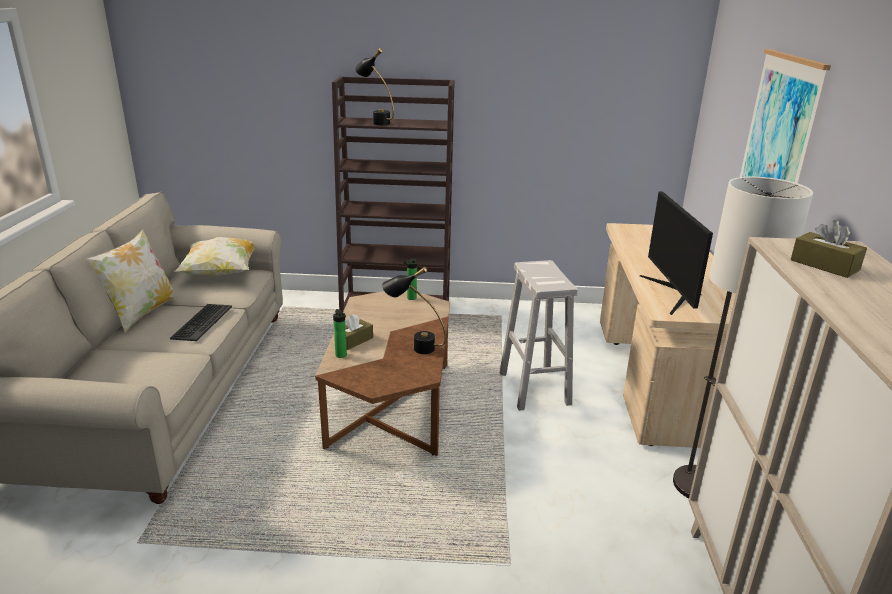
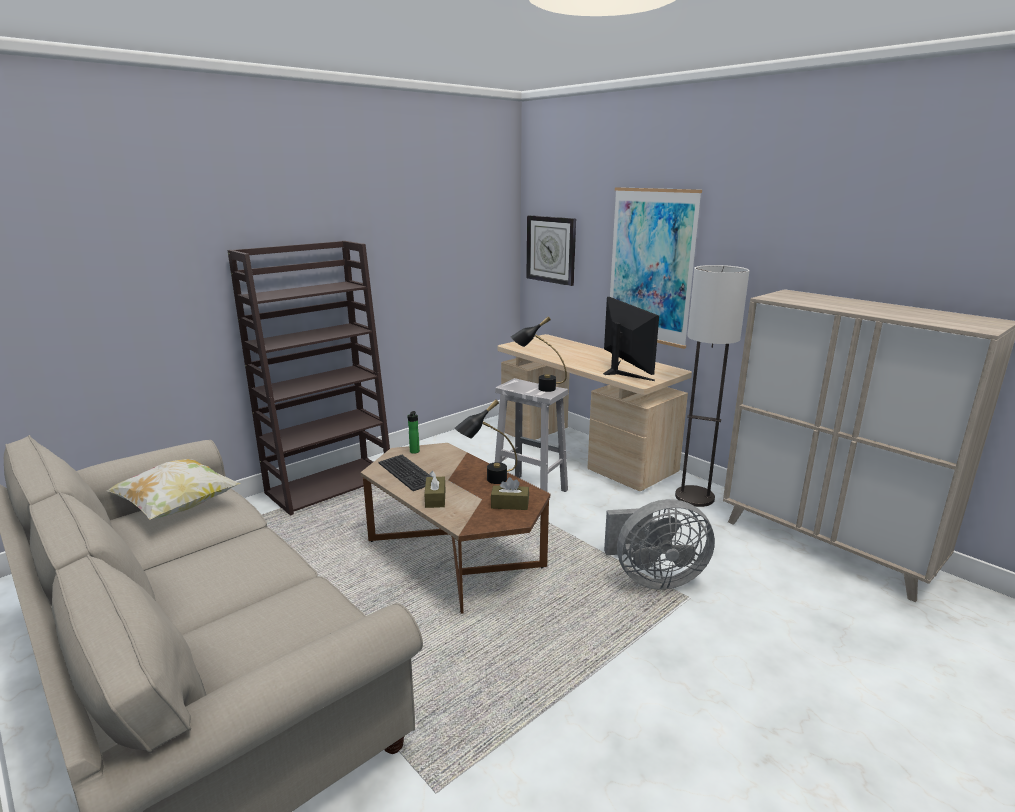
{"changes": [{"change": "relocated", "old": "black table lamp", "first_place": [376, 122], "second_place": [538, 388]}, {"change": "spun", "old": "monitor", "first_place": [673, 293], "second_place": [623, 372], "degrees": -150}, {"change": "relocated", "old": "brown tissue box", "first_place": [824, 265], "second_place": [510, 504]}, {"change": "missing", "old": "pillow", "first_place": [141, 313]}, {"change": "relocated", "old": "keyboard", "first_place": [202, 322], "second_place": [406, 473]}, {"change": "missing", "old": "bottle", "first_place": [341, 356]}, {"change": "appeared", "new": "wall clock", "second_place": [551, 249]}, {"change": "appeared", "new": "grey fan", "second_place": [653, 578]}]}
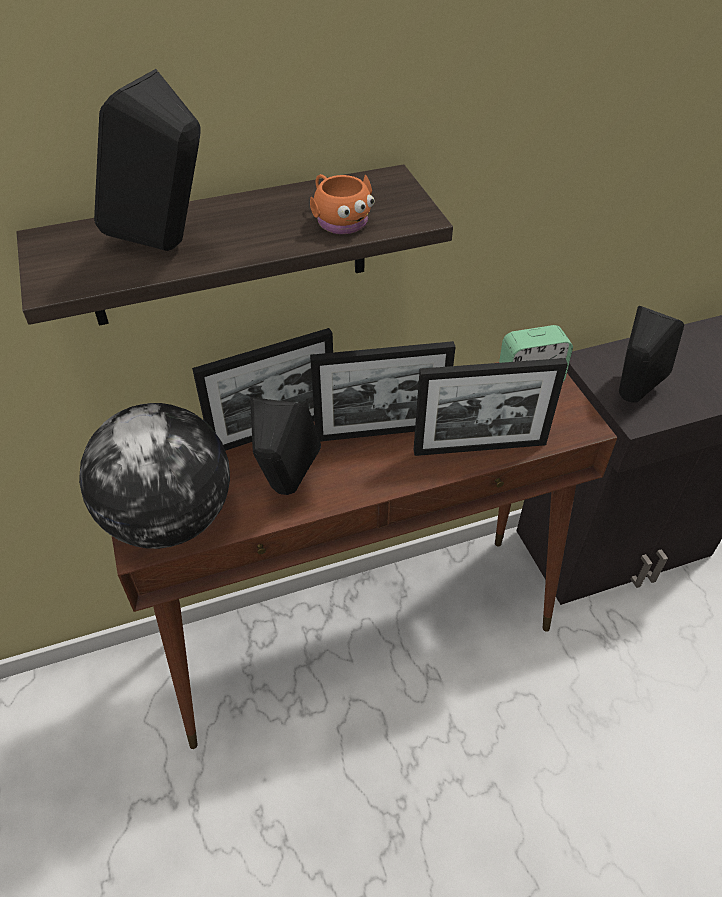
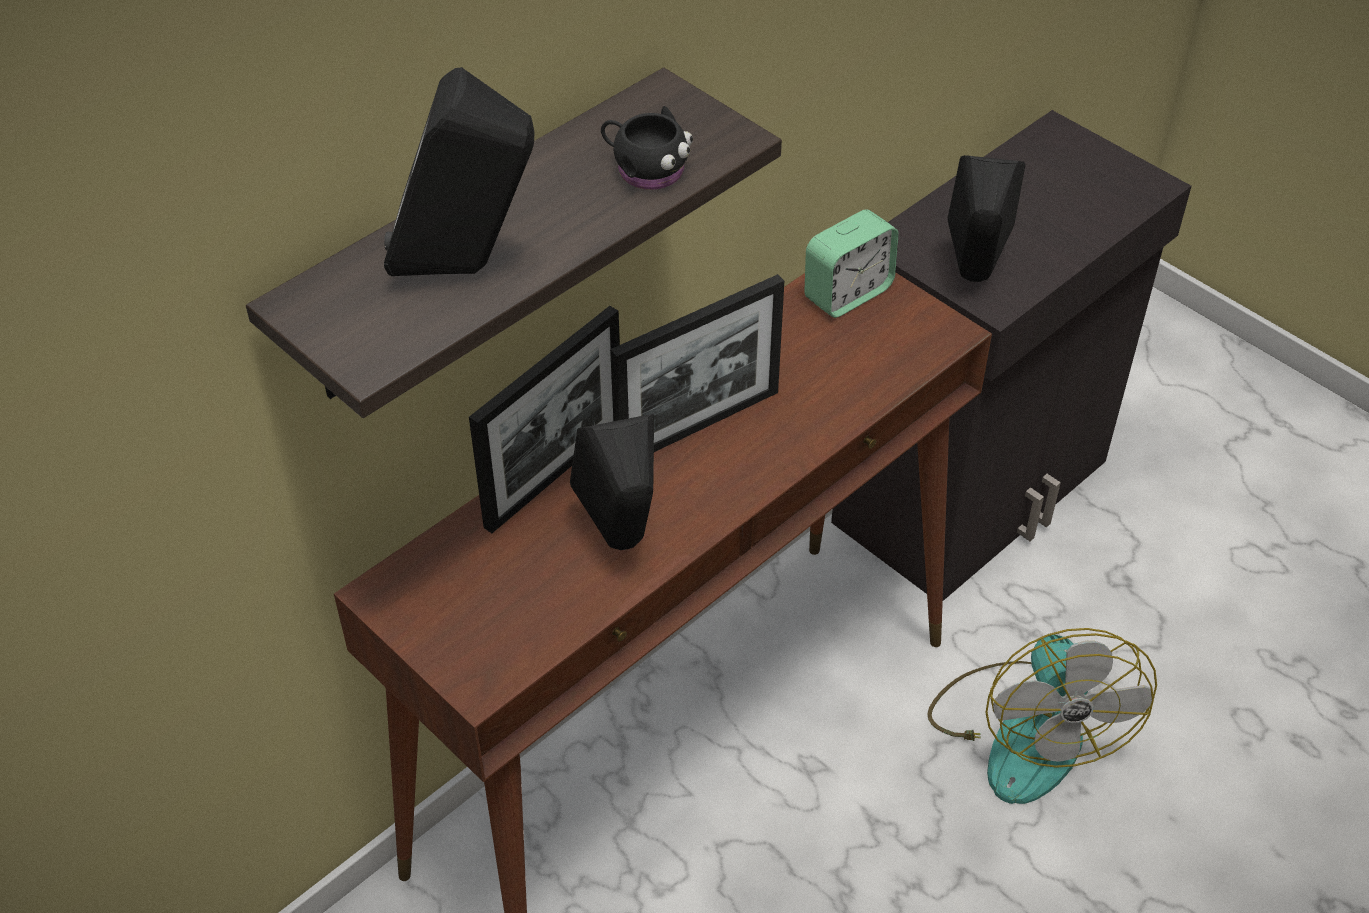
{"changes": [{"change": "colour", "old": "orange mug", "new": "black mug", "first_place": [339, 220], "second_place": [645, 169]}, {"change": "missing", "old": "picture frame", "first_place": [479, 447]}, {"change": "missing", "old": "globe", "first_place": [170, 520]}, {"change": "appeared", "new": "fan", "second_place": [1025, 731]}]}
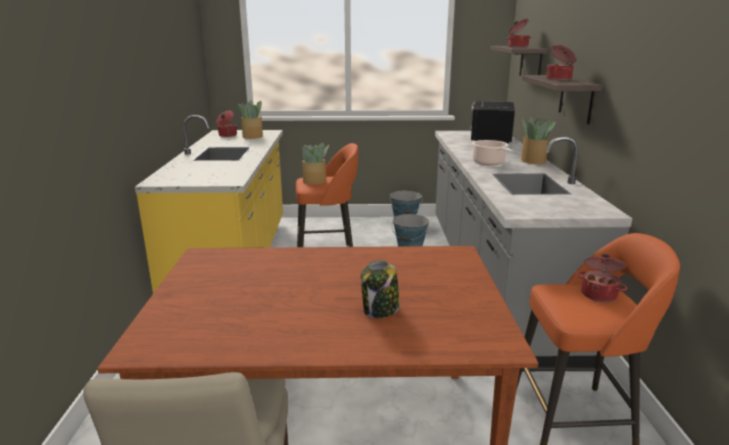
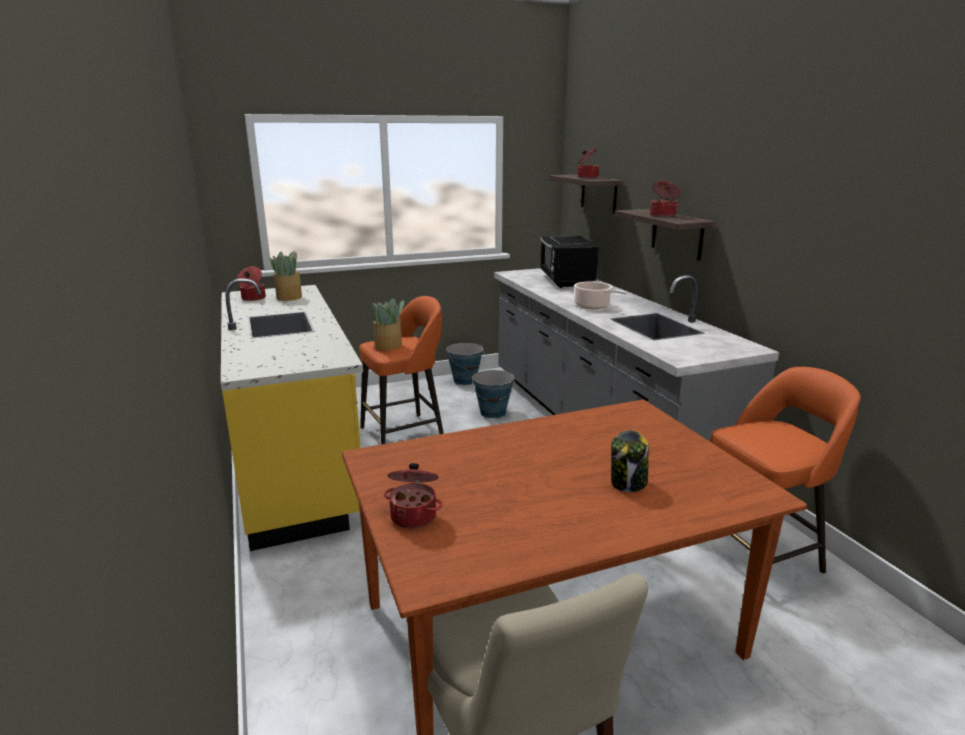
{"changes": [{"change": "missing", "old": "potted plant", "first_place": [533, 160]}, {"change": "relocated", "old": "cooking pot", "first_place": [599, 294], "second_place": [414, 516]}]}
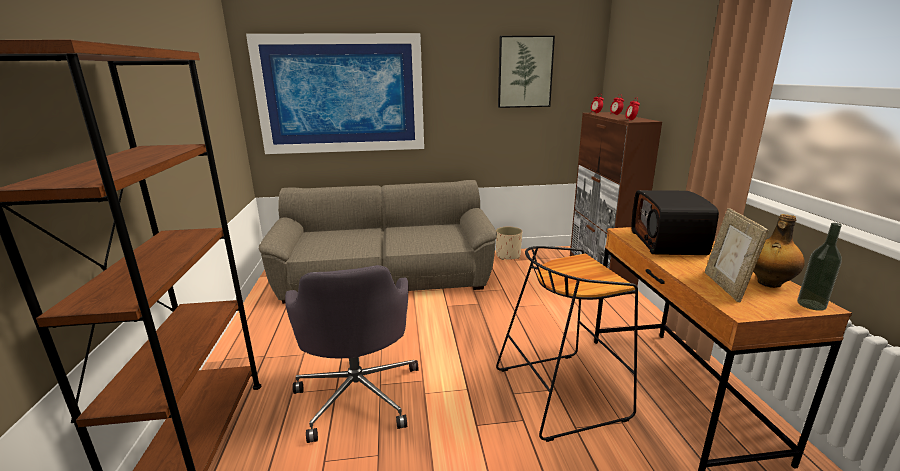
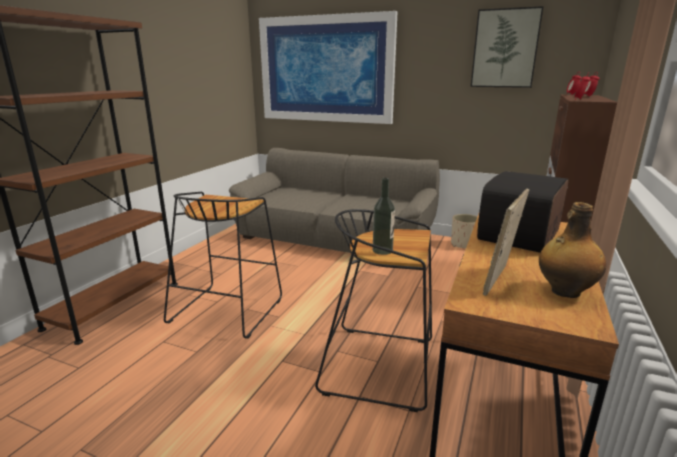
{"changes": [{"change": "relocated", "old": "bottle", "first_place": [811, 304], "second_place": [382, 250]}, {"change": "exchanged", "old": "grey office chair", "new": "black stool", "first_place": [358, 394], "second_place": [227, 309]}]}
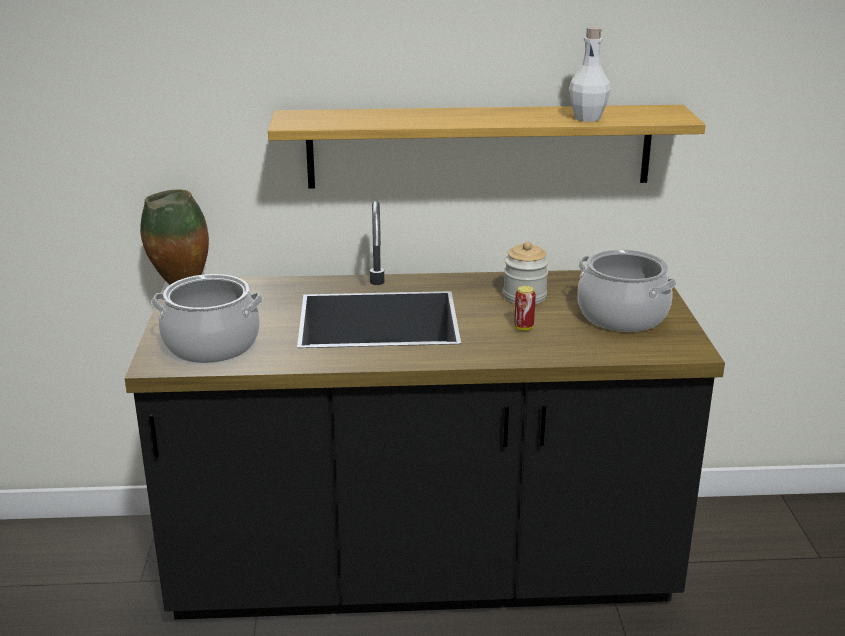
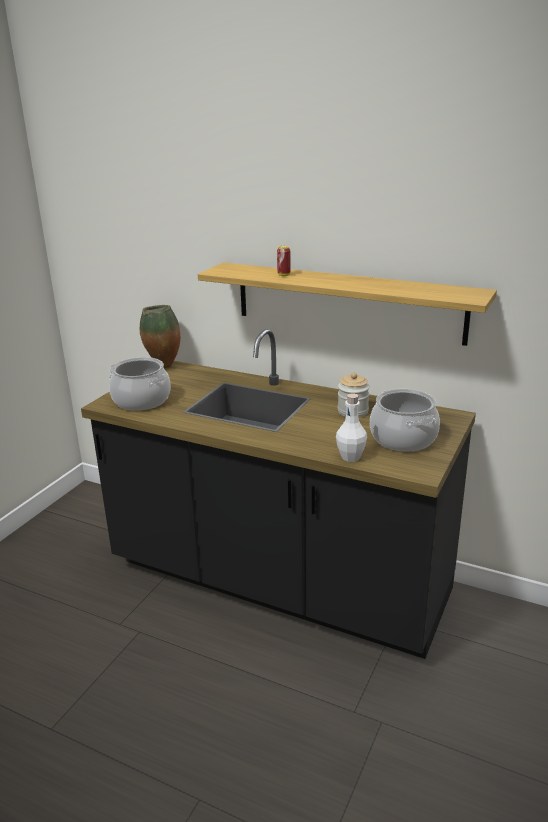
{"changes": [{"change": "relocated", "old": "white bottle", "first_place": [587, 118], "second_place": [350, 457]}, {"change": "relocated", "old": "can", "first_place": [523, 328], "second_place": [284, 275]}]}
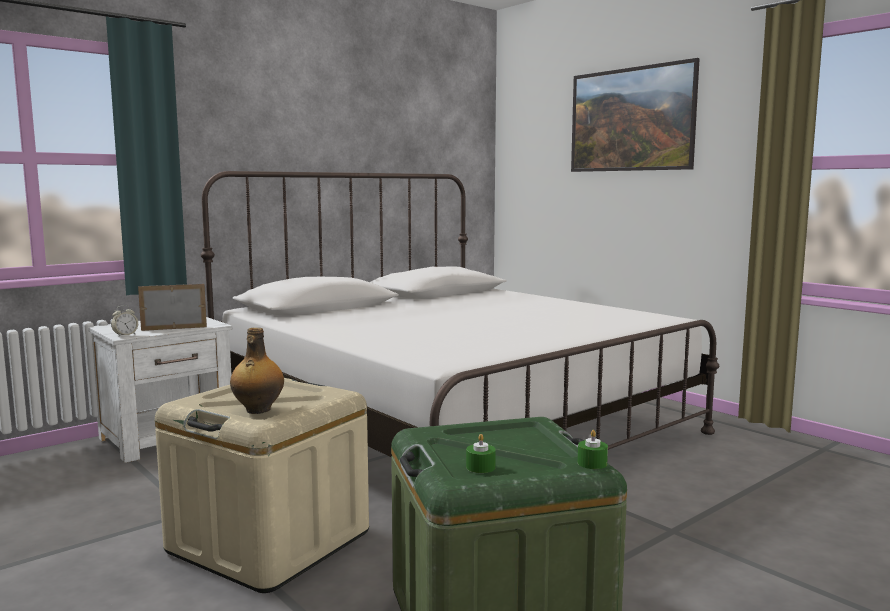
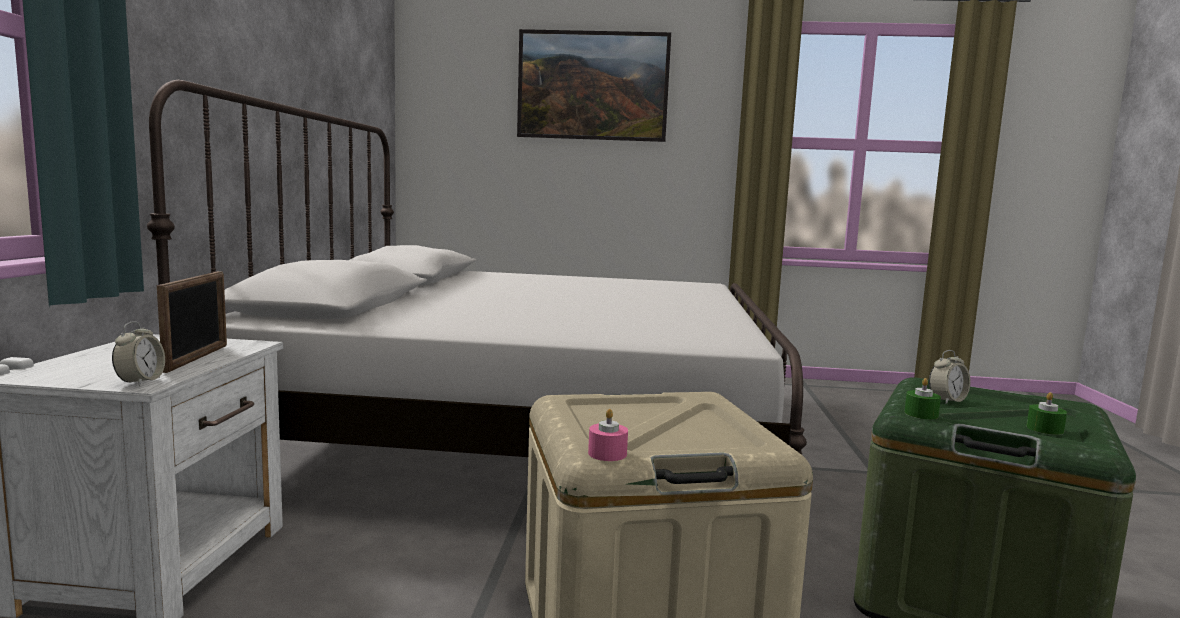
{"changes": [{"change": "spun", "old": "picture frame", "first_place": [174, 328], "second_place": [197, 358], "degrees": 150}, {"change": "missing", "old": "bottle", "first_place": [257, 410]}, {"change": "relocated", "old": "green candle", "first_place": [592, 463], "second_place": [921, 414]}, {"change": "appeared", "new": "alarm clock", "second_place": [947, 401]}, {"change": "appeared", "new": "pink candle", "second_place": [607, 453]}]}
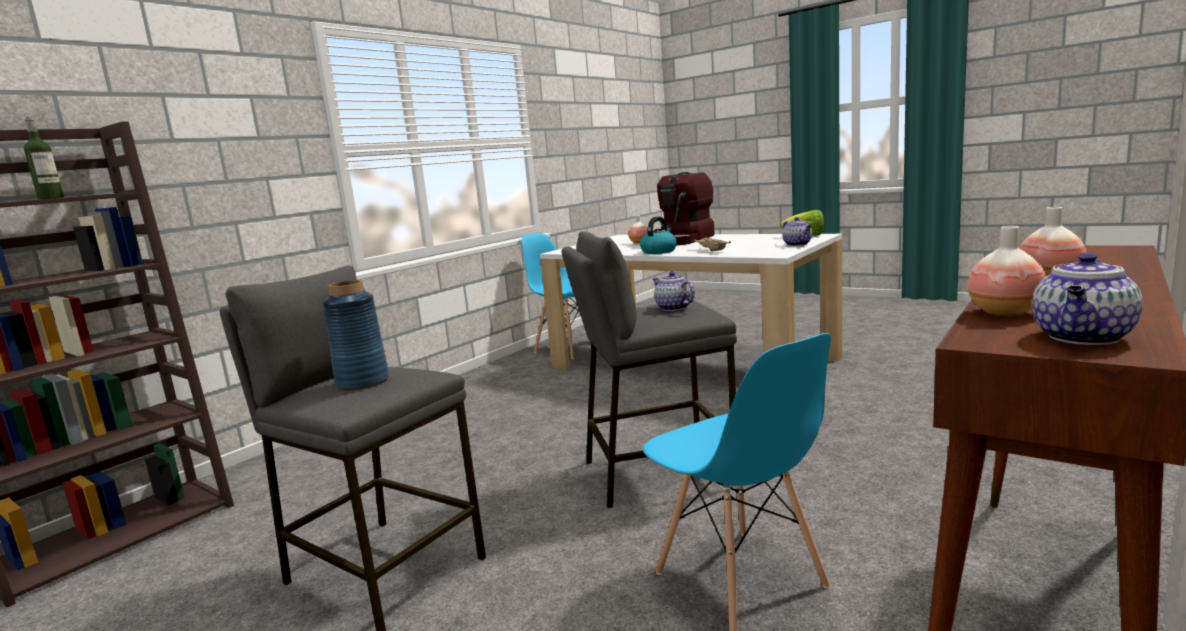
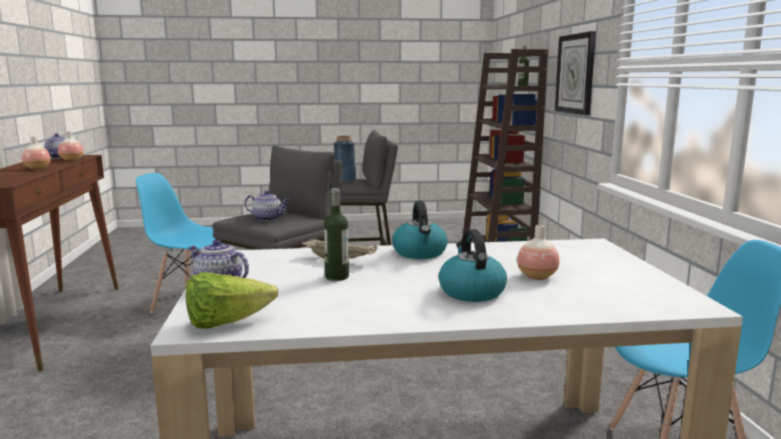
{"changes": [{"change": "exchanged", "old": "coffee machine", "new": "kettle", "first_place": [683, 240], "second_place": [471, 292]}, {"change": "appeared", "new": "wall clock", "second_place": [576, 74]}, {"change": "appeared", "new": "bottle", "second_place": [337, 277]}]}
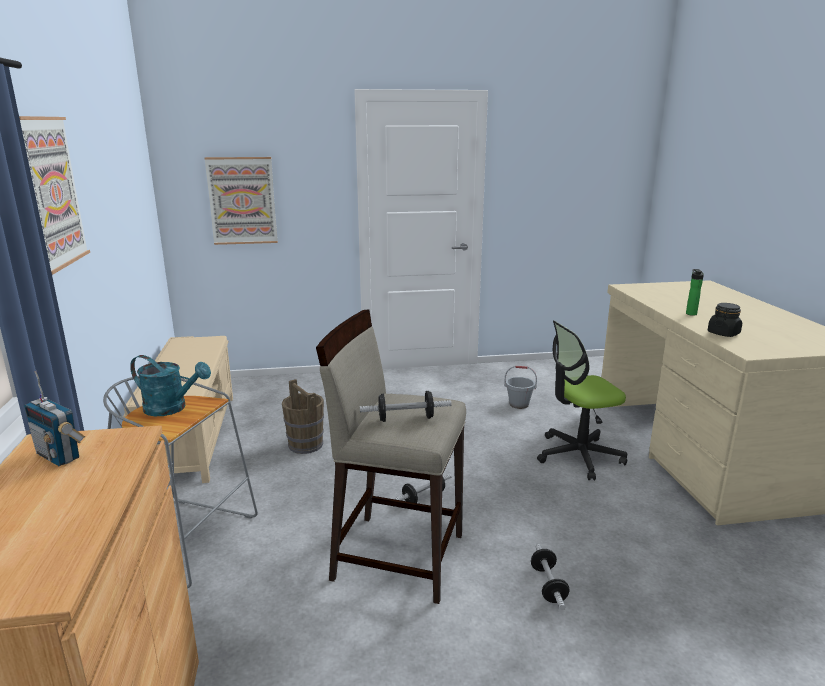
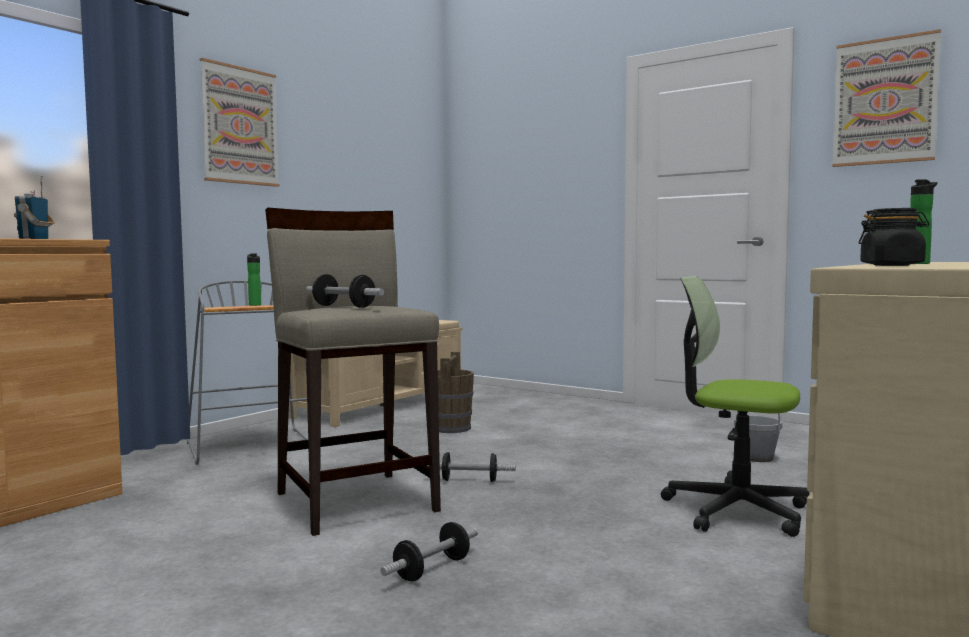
{"changes": [{"change": "relocated", "old": "picture", "first_place": [242, 201], "second_place": [884, 101]}, {"change": "exchanged", "old": "turquoise watering can", "new": "bottle", "first_place": [172, 408], "second_place": [254, 305]}]}
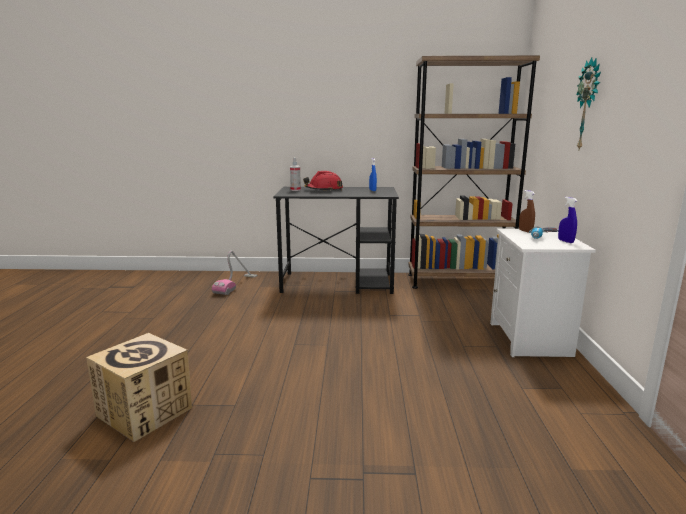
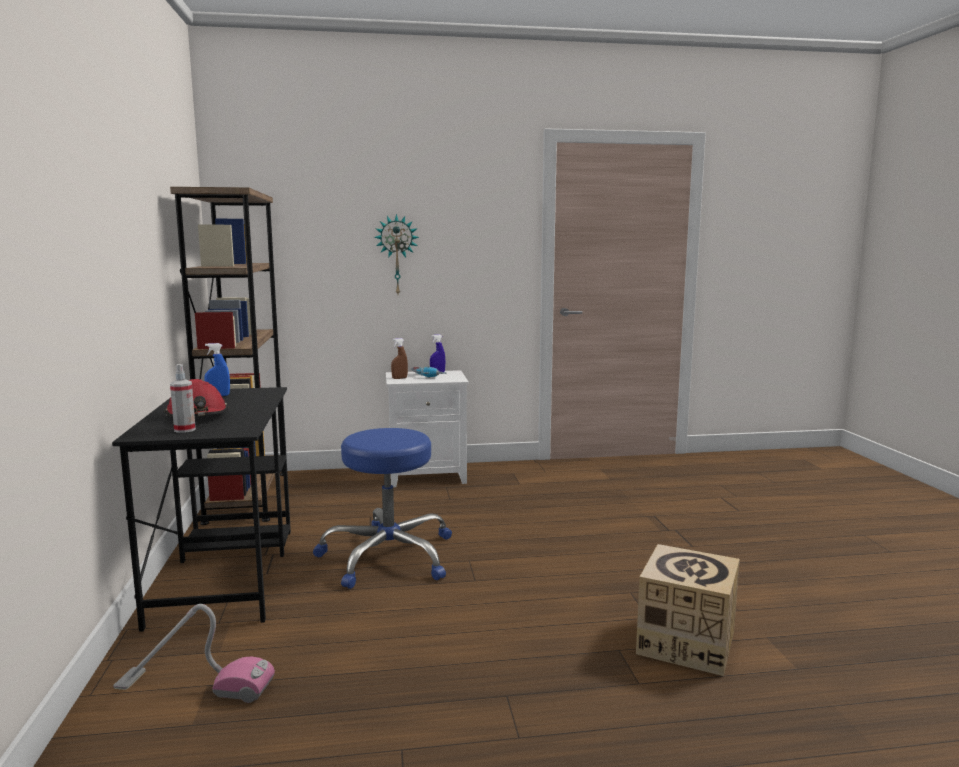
{"changes": [{"change": "appeared", "new": "blue stool", "second_place": [388, 556]}]}
